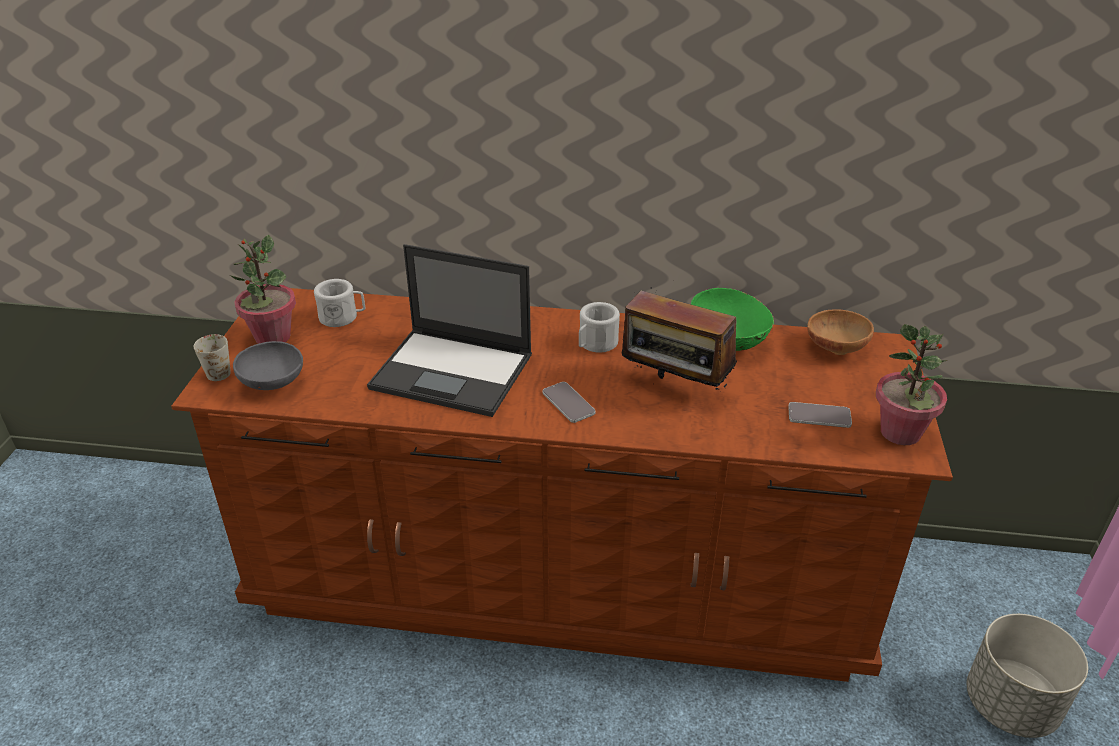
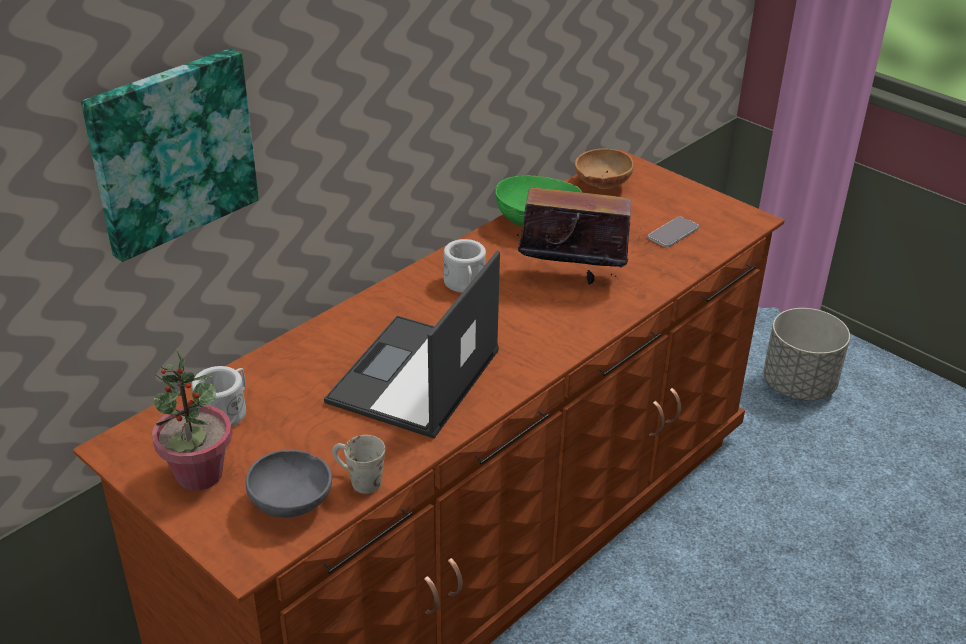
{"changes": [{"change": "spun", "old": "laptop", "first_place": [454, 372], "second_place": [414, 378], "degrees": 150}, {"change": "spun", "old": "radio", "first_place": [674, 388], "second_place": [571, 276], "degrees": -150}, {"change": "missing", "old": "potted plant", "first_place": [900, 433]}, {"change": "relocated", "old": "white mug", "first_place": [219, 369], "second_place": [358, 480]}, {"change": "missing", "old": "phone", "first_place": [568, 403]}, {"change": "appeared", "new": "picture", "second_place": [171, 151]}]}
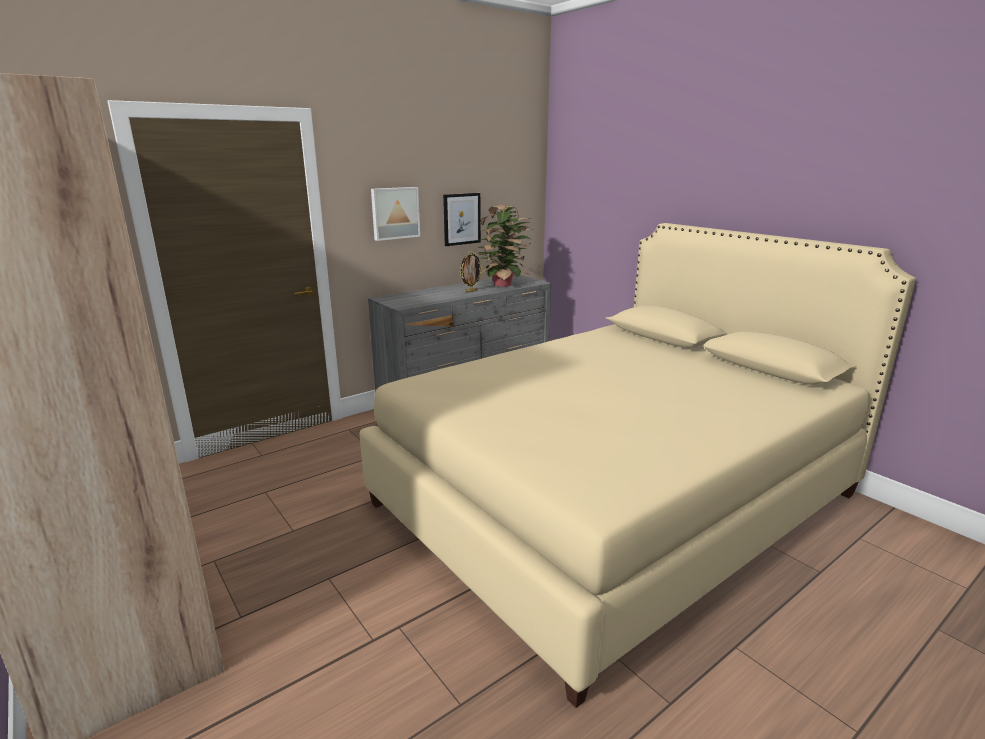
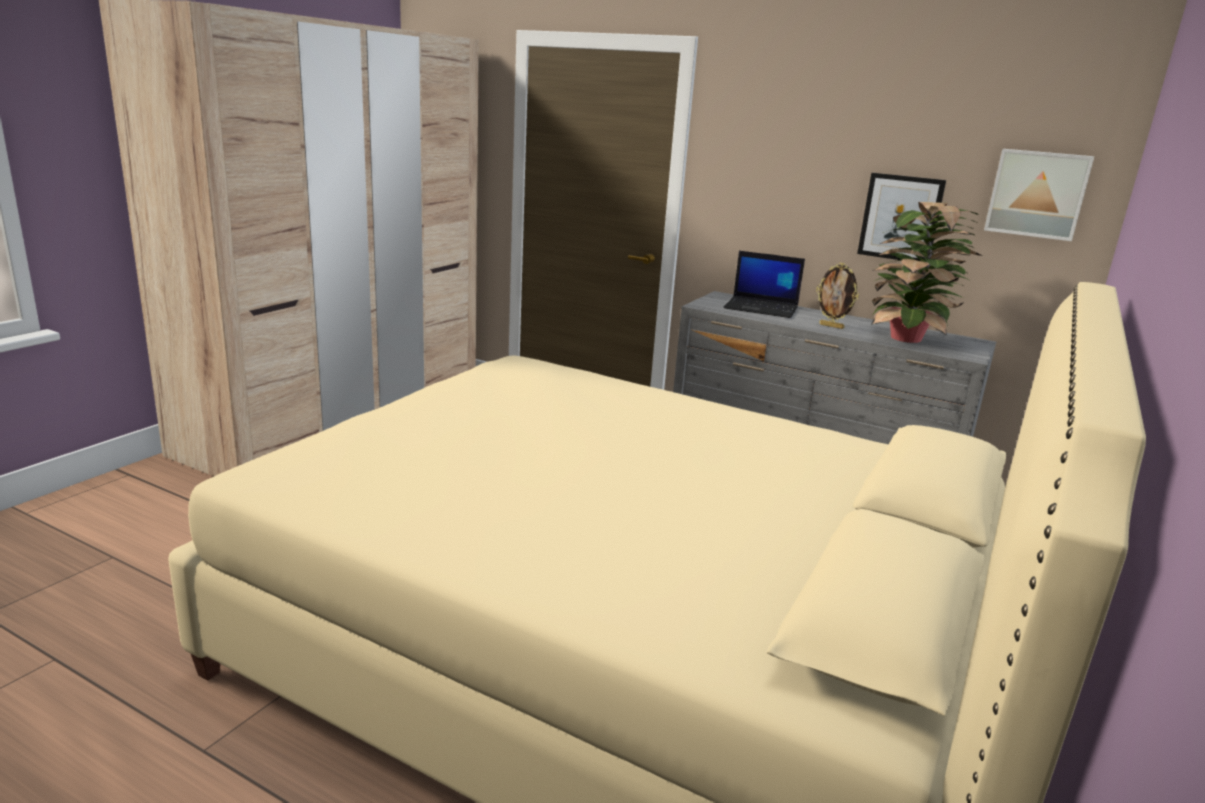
{"changes": [{"change": "relocated", "old": "picture", "first_place": [395, 213], "second_place": [1037, 194]}, {"change": "appeared", "new": "laptop", "second_place": [762, 308]}]}
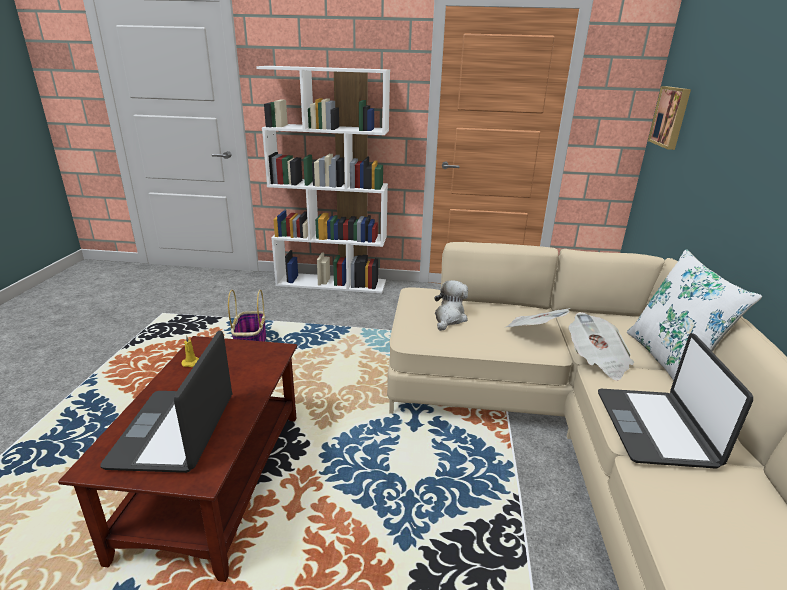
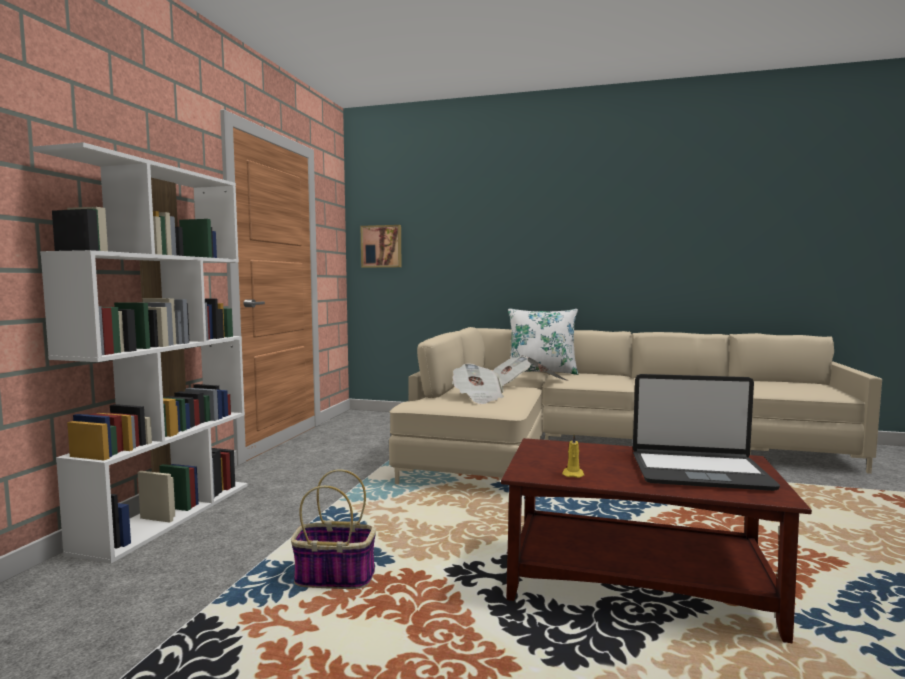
{"changes": [{"change": "exchanged", "old": "plush toy", "new": "newspaper", "first_place": [449, 318], "second_place": [478, 398]}, {"change": "missing", "old": "laptop", "first_place": [655, 428]}]}
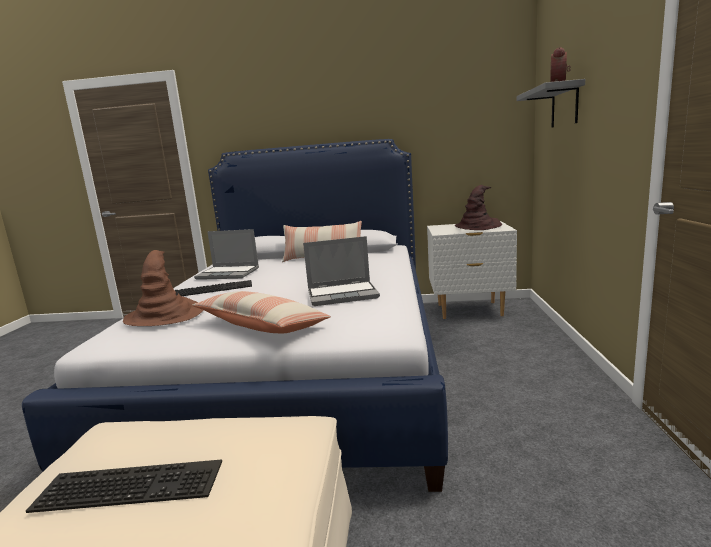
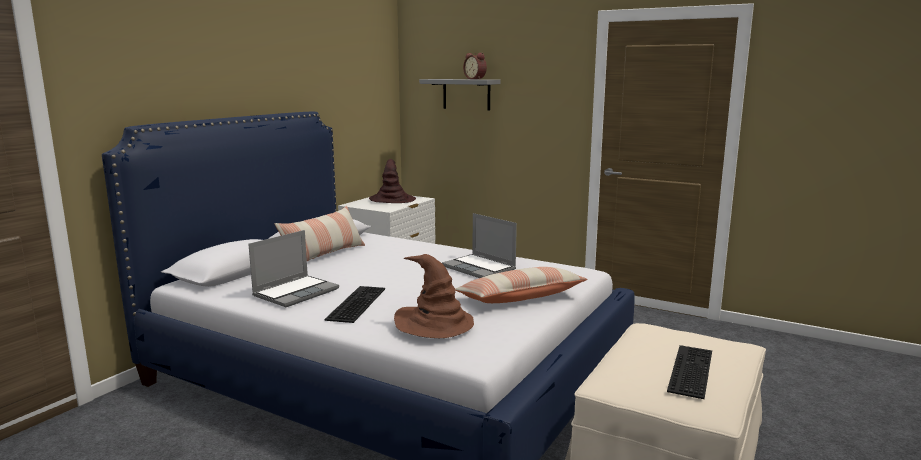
{"changes": [{"change": "spun", "old": "laptop", "first_place": [343, 294], "second_place": [480, 268], "degrees": 120}]}
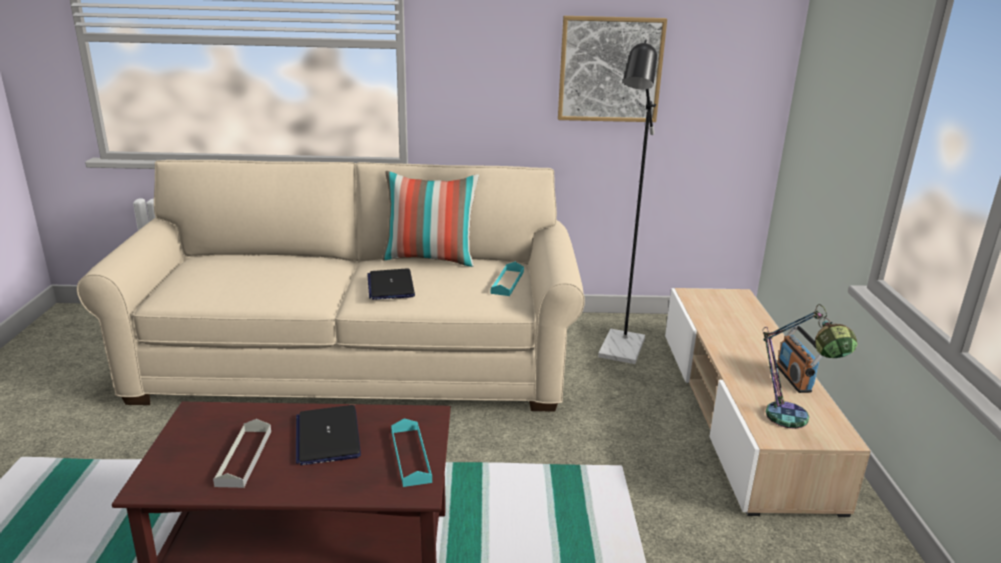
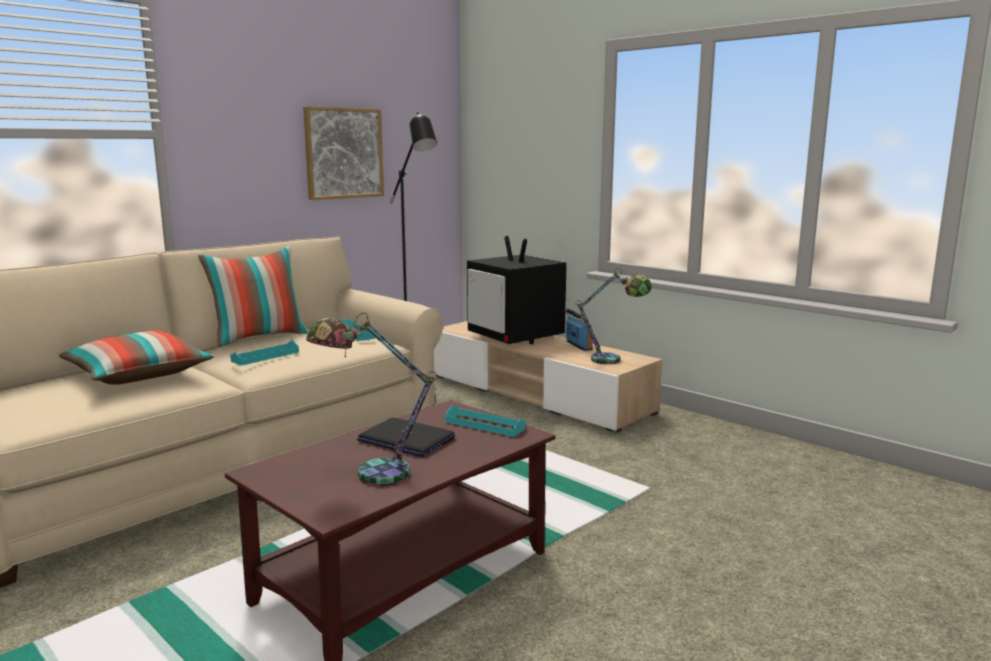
{"changes": [{"change": "exchanged", "old": "laptop", "new": "turquoise tray", "first_place": [390, 286], "second_place": [265, 356]}, {"change": "spun", "old": "radio", "first_place": [794, 378], "second_place": [578, 345], "degrees": -150}, {"change": "exchanged", "old": "grey tray", "new": "table lamp", "first_place": [244, 457], "second_place": [370, 471]}, {"change": "appeared", "new": "television", "second_place": [516, 338]}, {"change": "appeared", "new": "pillow", "second_place": [139, 375]}]}
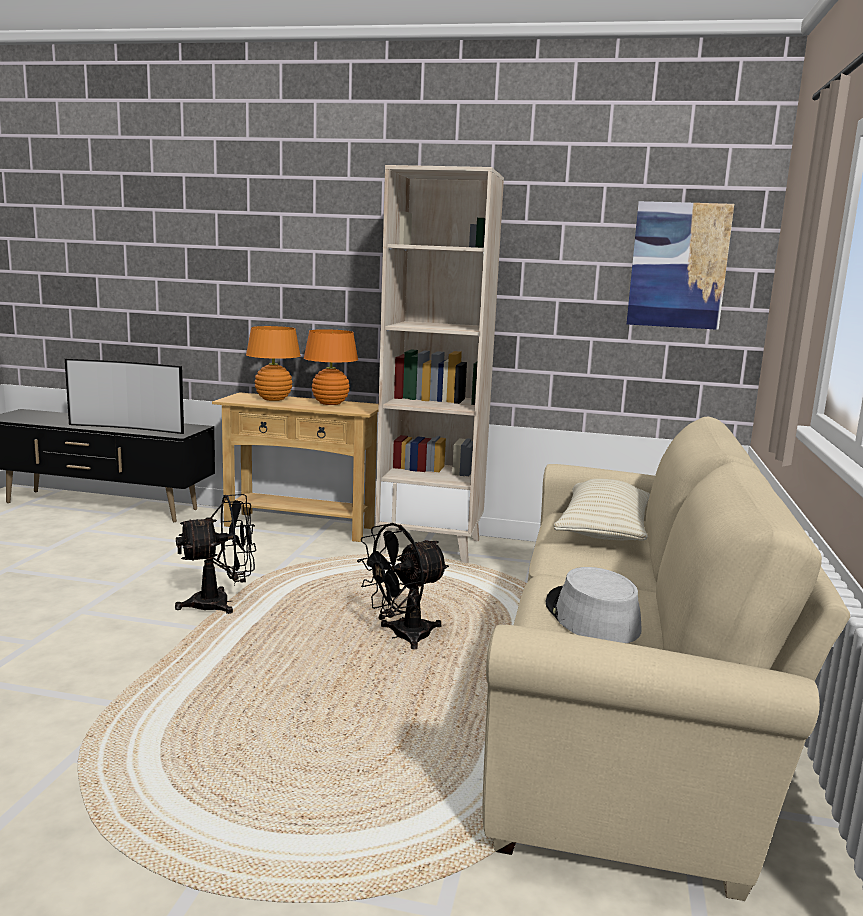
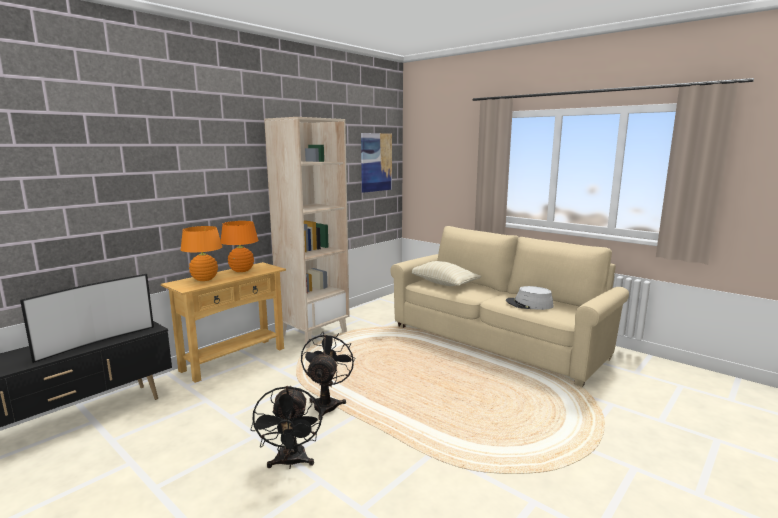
{"changes": [{"change": "relocated", "old": "black fan", "first_place": [402, 636], "second_place": [290, 463]}]}
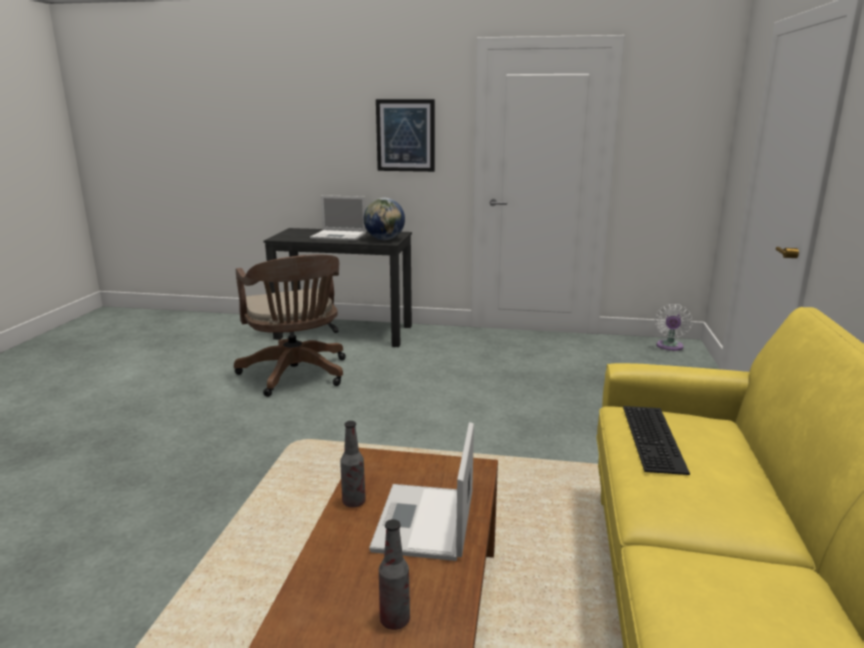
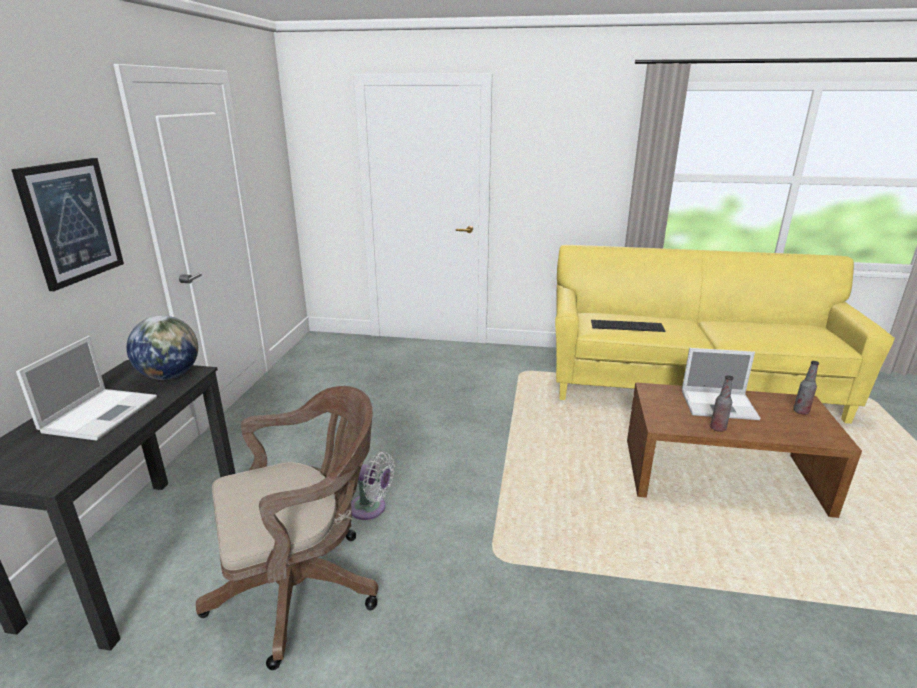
{"changes": [{"change": "relocated", "old": "white fan", "first_place": [669, 347], "second_place": [371, 508]}]}
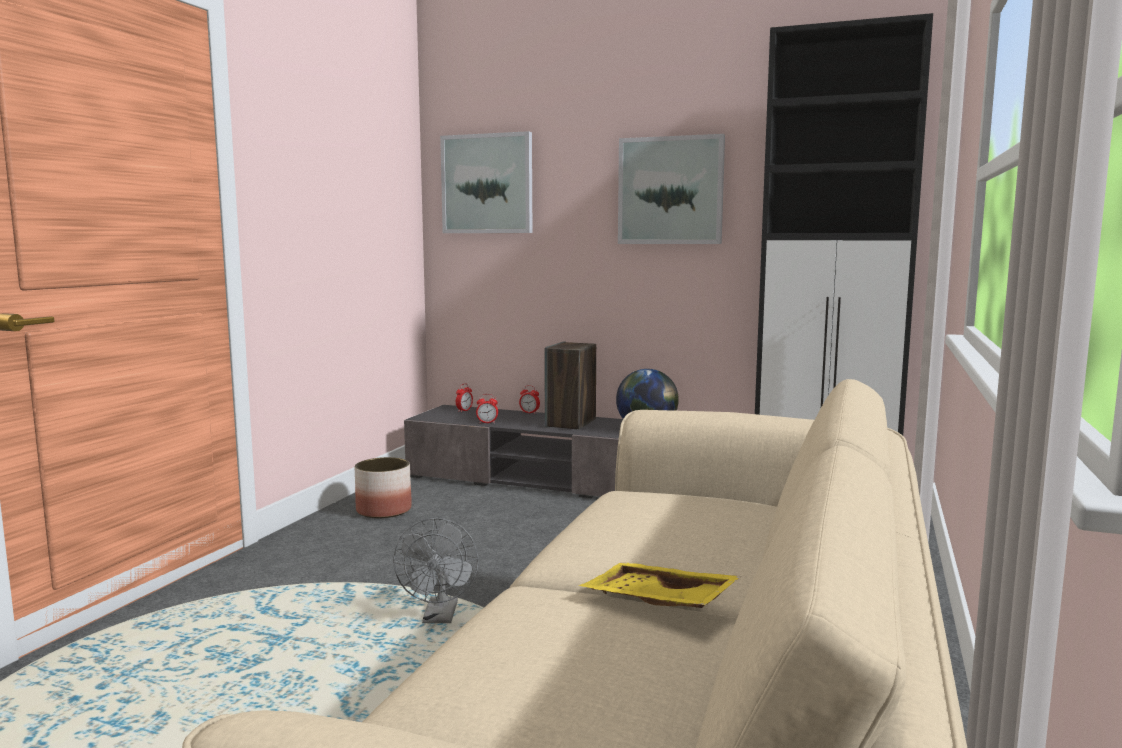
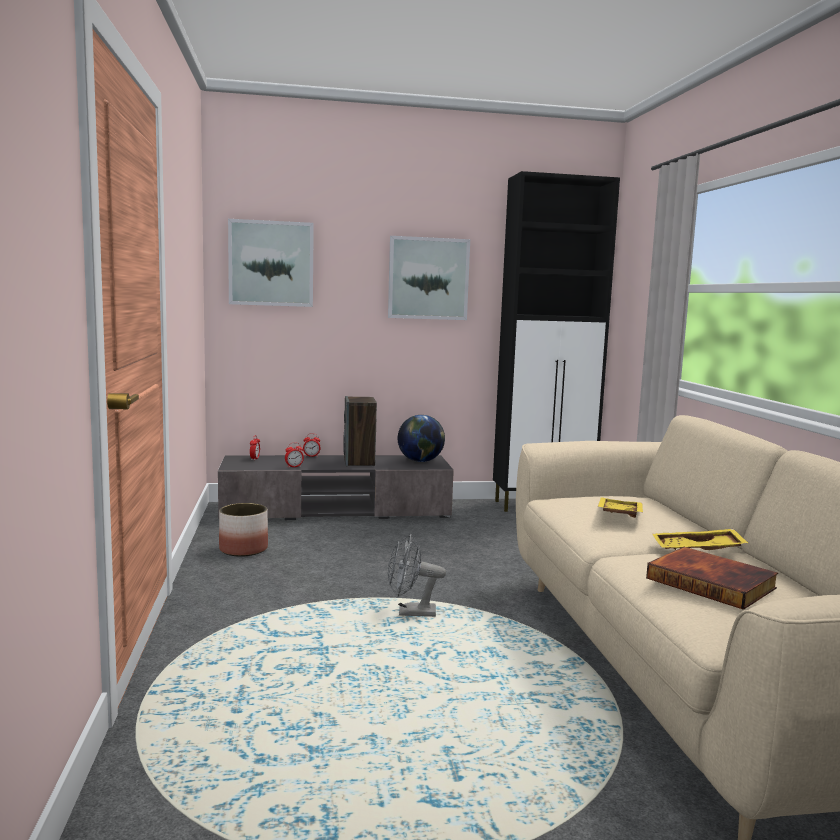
{"changes": [{"change": "spun", "old": "grey fan", "first_place": [440, 618], "second_place": [410, 613], "degrees": 120}, {"change": "appeared", "new": "yellow tray", "second_place": [618, 515]}, {"change": "appeared", "new": "book", "second_place": [712, 583]}]}
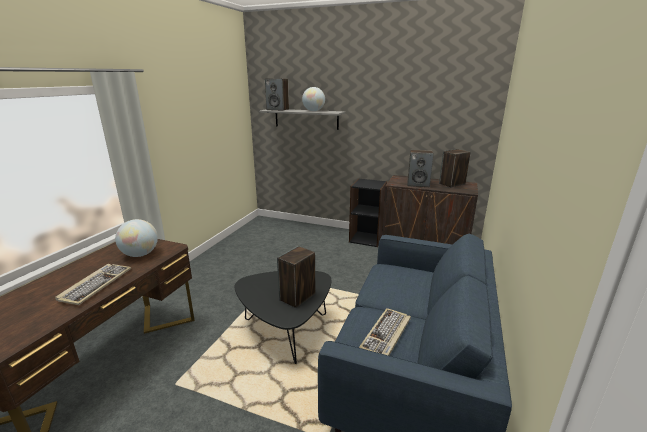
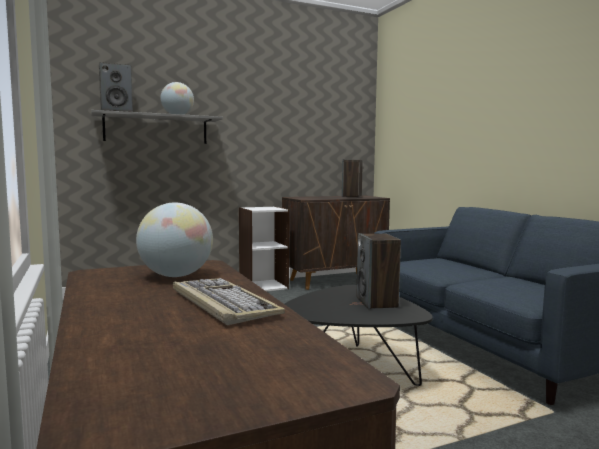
{"changes": [{"change": "missing", "old": "speaker", "first_place": [418, 184]}, {"change": "colour", "old": "black bookcase", "new": "white bookcase", "first_place": [366, 238], "second_place": [263, 286]}, {"change": "missing", "old": "keyboard", "first_place": [386, 334]}]}
